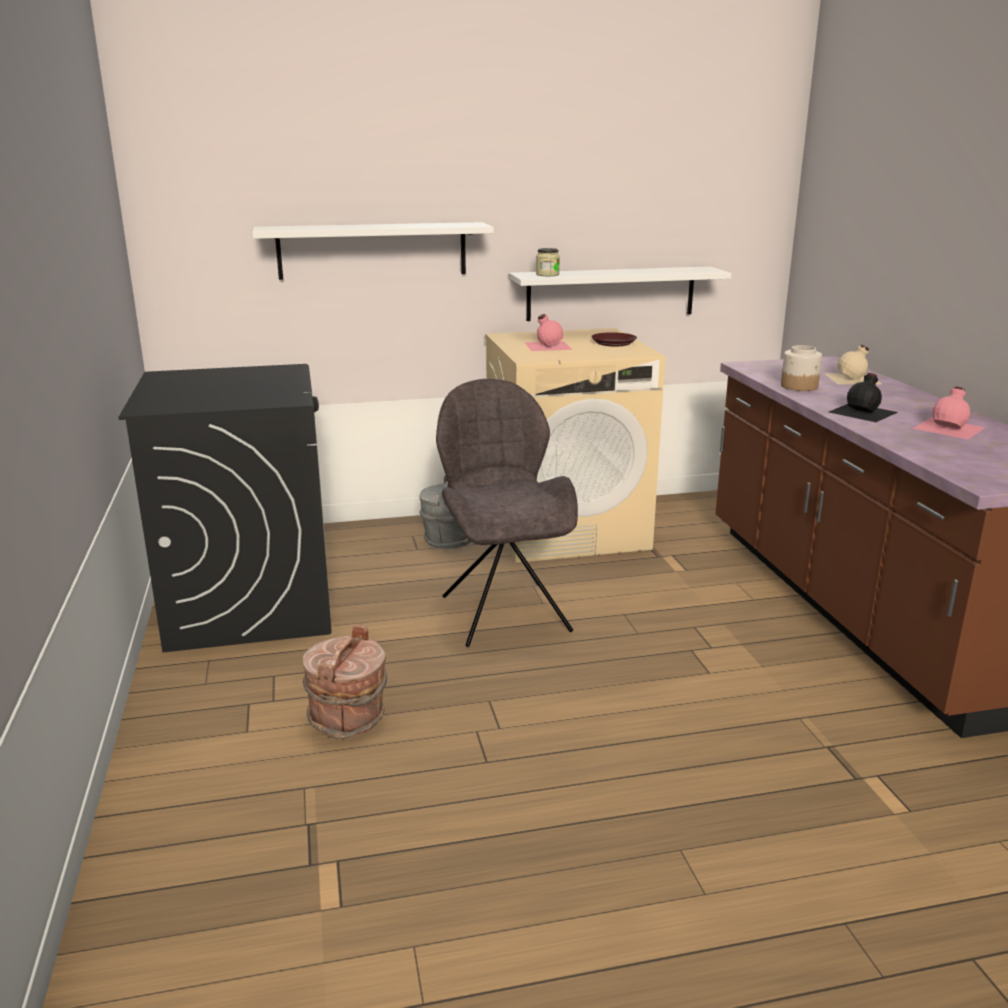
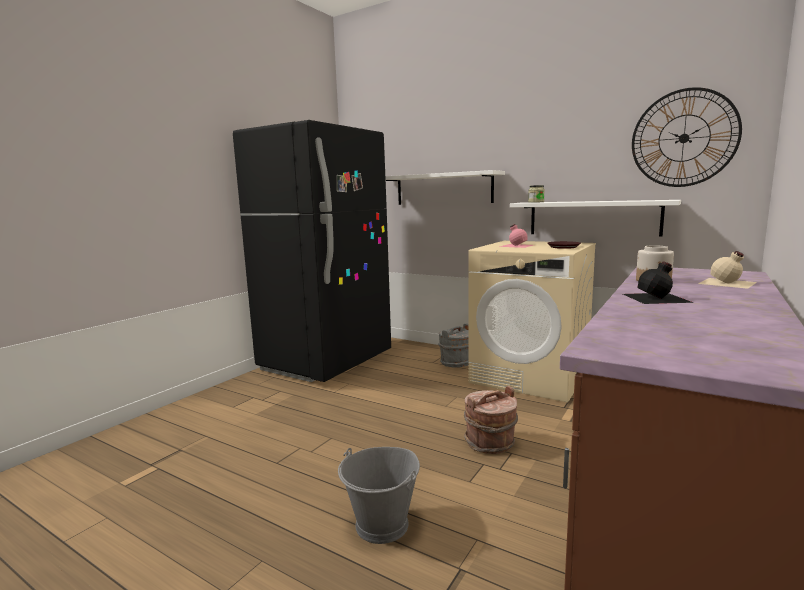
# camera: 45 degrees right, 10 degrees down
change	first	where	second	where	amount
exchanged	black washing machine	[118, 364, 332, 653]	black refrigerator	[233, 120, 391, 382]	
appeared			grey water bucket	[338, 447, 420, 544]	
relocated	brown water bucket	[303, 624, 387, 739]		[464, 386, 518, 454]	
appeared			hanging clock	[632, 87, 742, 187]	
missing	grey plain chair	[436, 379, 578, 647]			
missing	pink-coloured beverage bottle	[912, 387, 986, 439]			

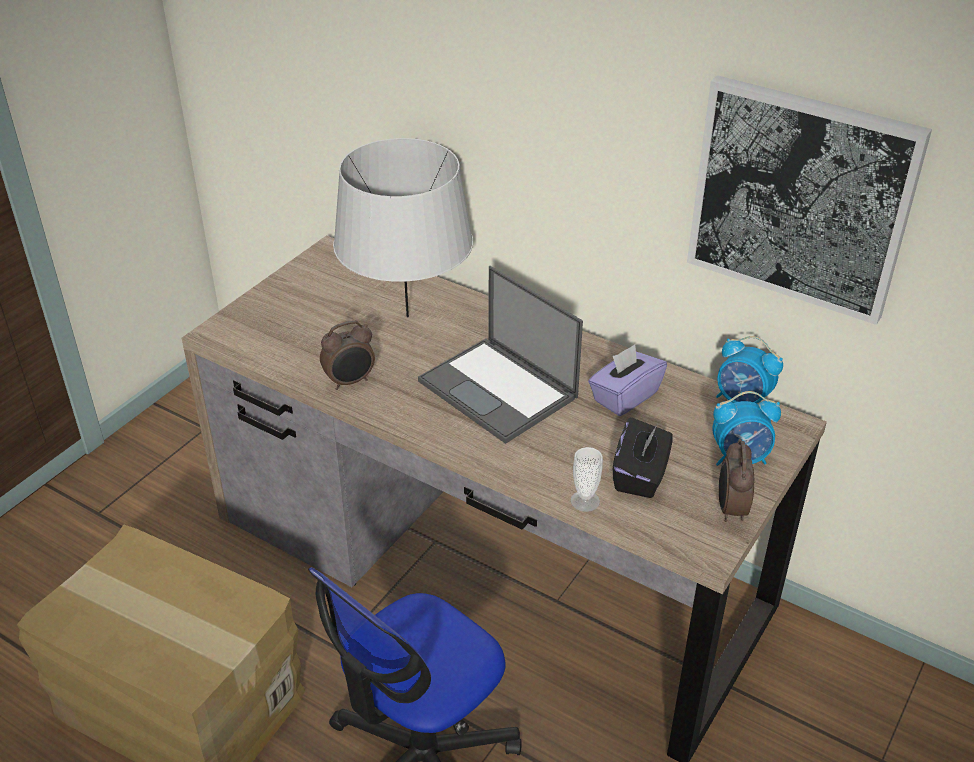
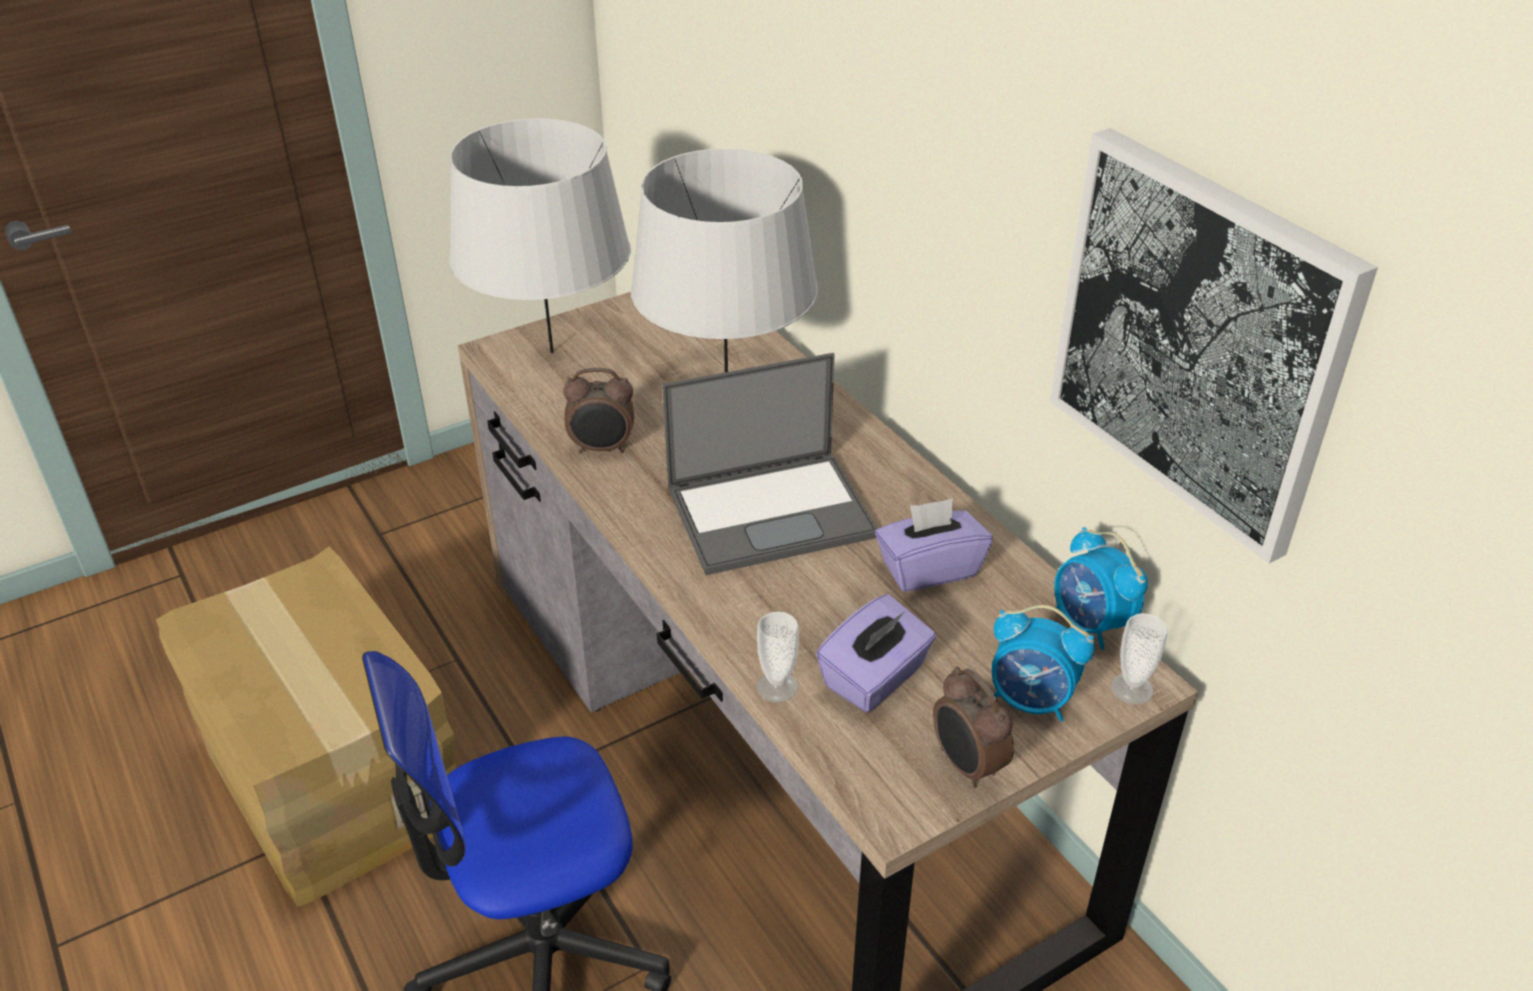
# camera: 25 degrees right, 0 degrees up
change	first	where	second	where	amount
appeared			grey table lamp	[449, 118, 630, 353]	
spun	laptop	[418, 266, 583, 444]		[662, 353, 877, 575]	90 degrees counterclockwise
colour	black tissue holder	[613, 417, 673, 498]	purple tissue holder	[816, 594, 936, 713]	
spun	table clock	[719, 439, 755, 522]		[933, 667, 1014, 788]	60 degrees counterclockwise
appeared			drinking cup	[1111, 613, 1168, 704]	

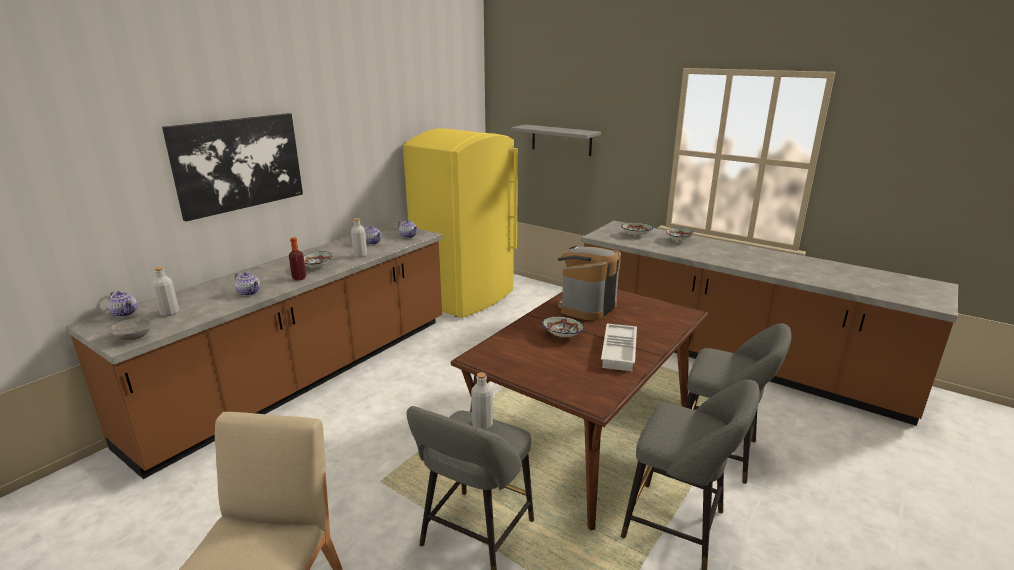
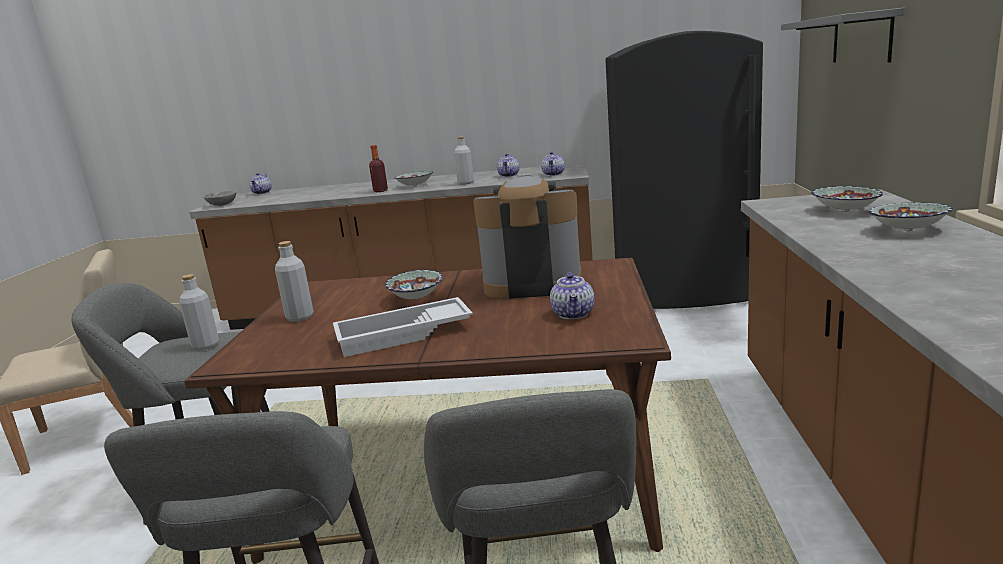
# camera: 60 degrees right, 5 degrees down
change	first	where	second	where	amount
relocated	grey beverage bottle	[152, 267, 179, 316]		[275, 241, 314, 322]	
relocated	tea pot	[235, 272, 260, 296]		[550, 272, 594, 319]	
colour	yellowish refrigerator	[403, 128, 518, 318]	black refrigerator	[605, 31, 763, 309]	
missing	wall picture	[162, 113, 303, 221]			

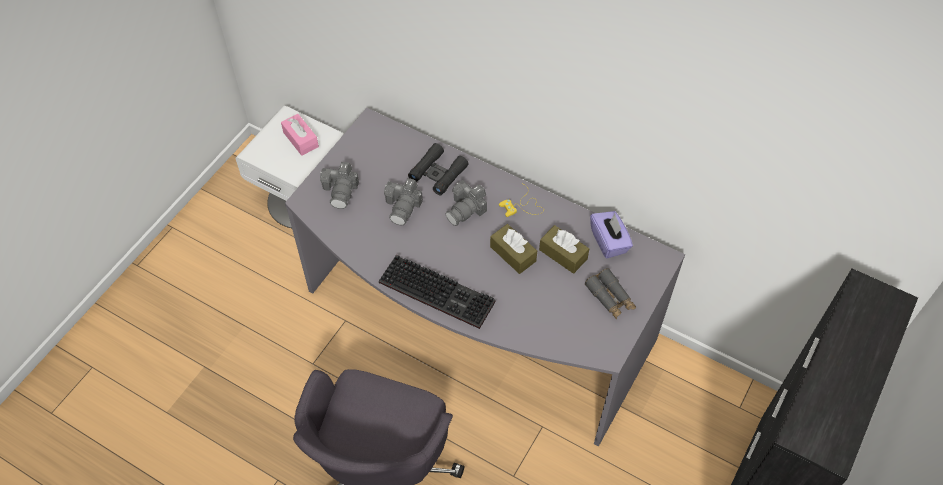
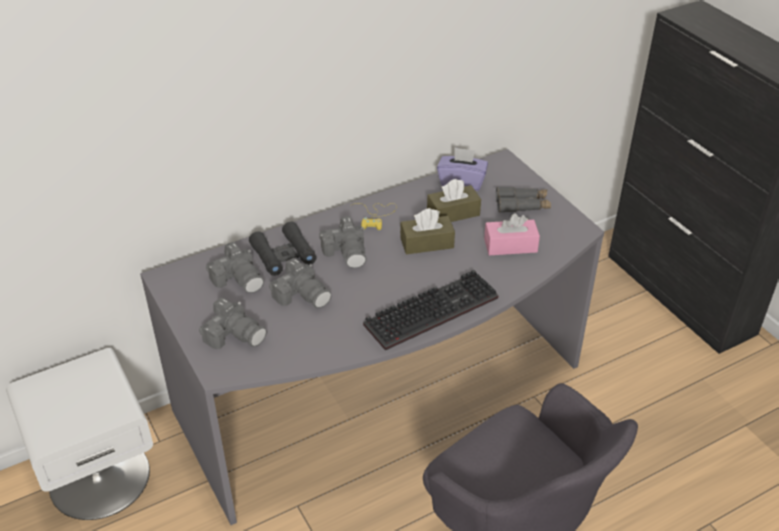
# camera: 60 degrees left, 15 degrees down
change	first	where	second	where	amount
appeared			photo camera	[206, 242, 264, 293]	
relocated	pink-coloured tissue holder	[281, 114, 319, 156]		[484, 213, 540, 256]	

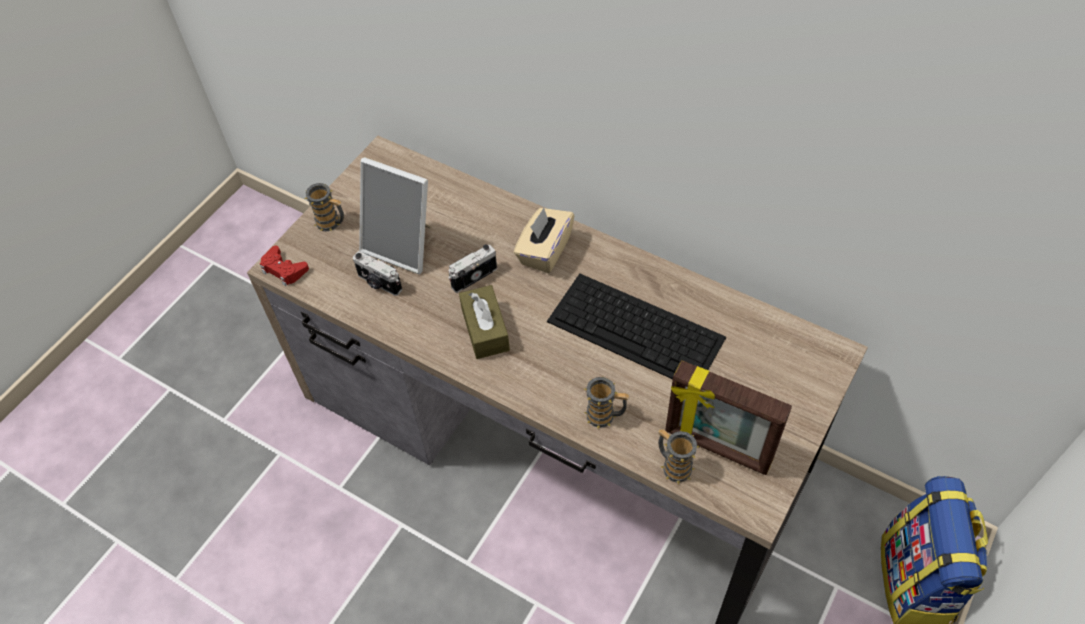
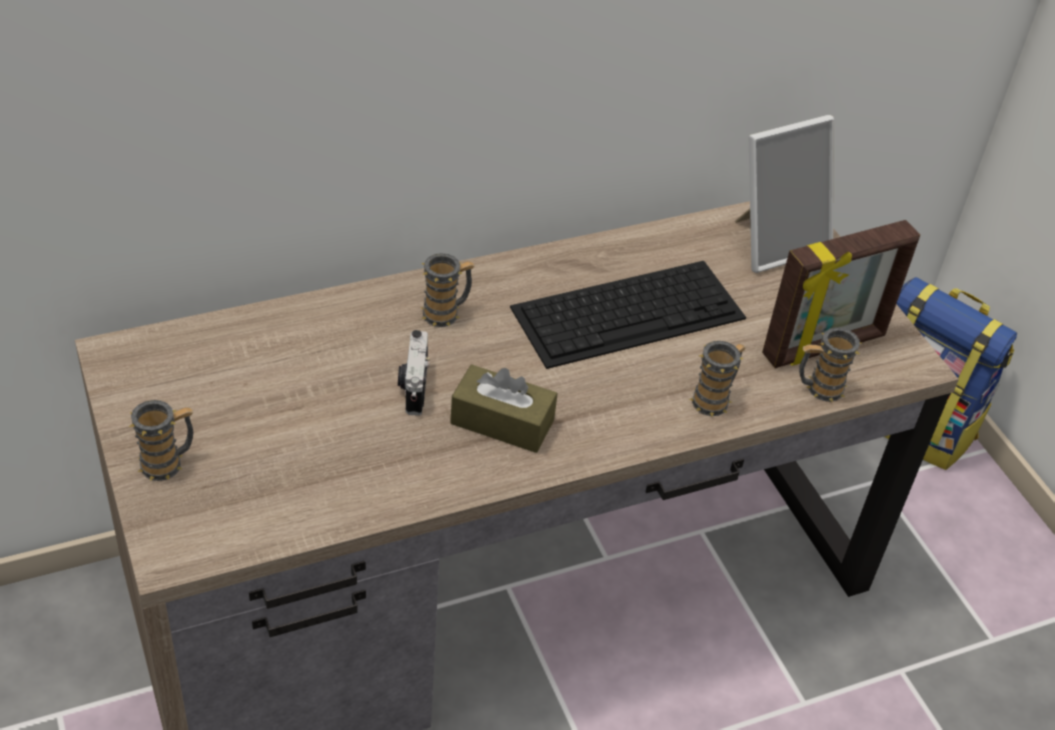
# camera: 60 degrees left, 10 degrees down
change	first	where	second	where	amount
exchanged	beige-coloured tissue holder	[514, 208, 575, 273]	mug	[421, 253, 475, 327]	
relocated	standing frame	[359, 157, 432, 274]		[735, 115, 834, 273]	
missing	red-coloured joypad	[260, 246, 309, 286]			
missing	photo camera	[353, 251, 402, 296]			

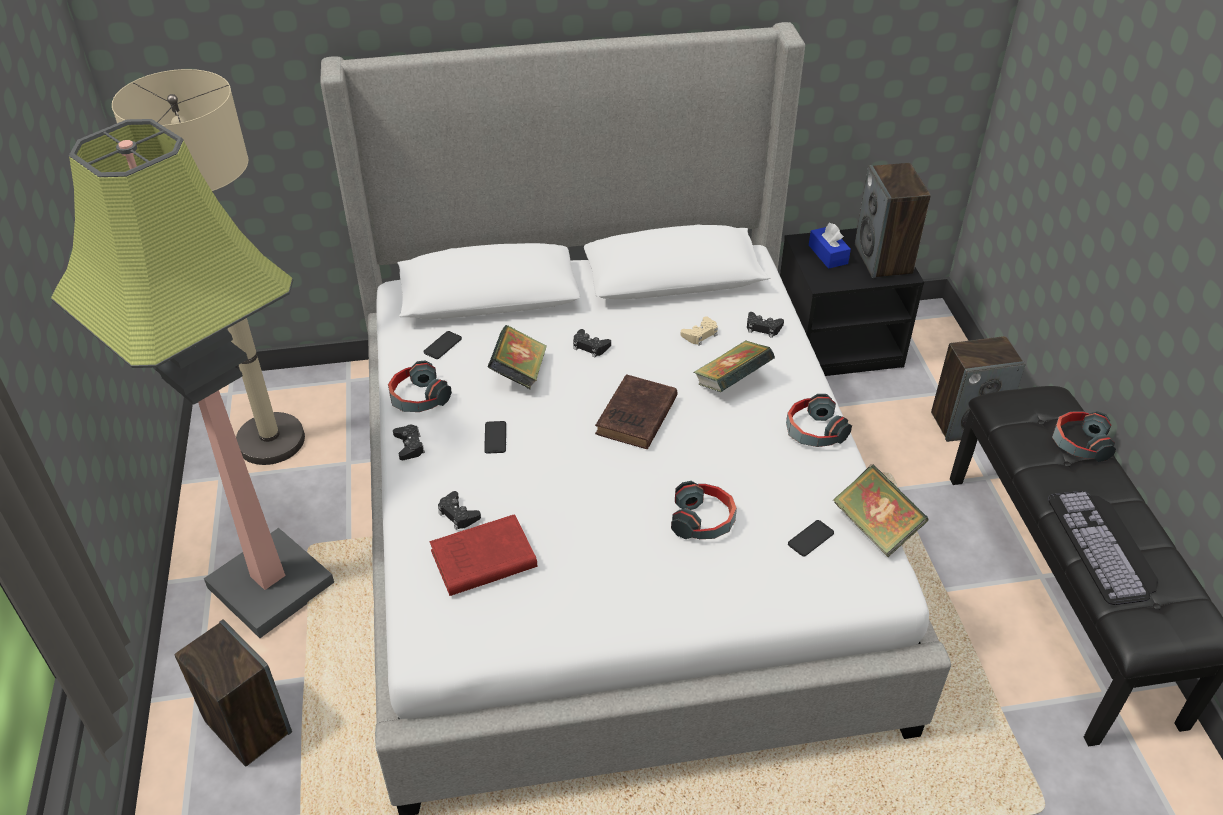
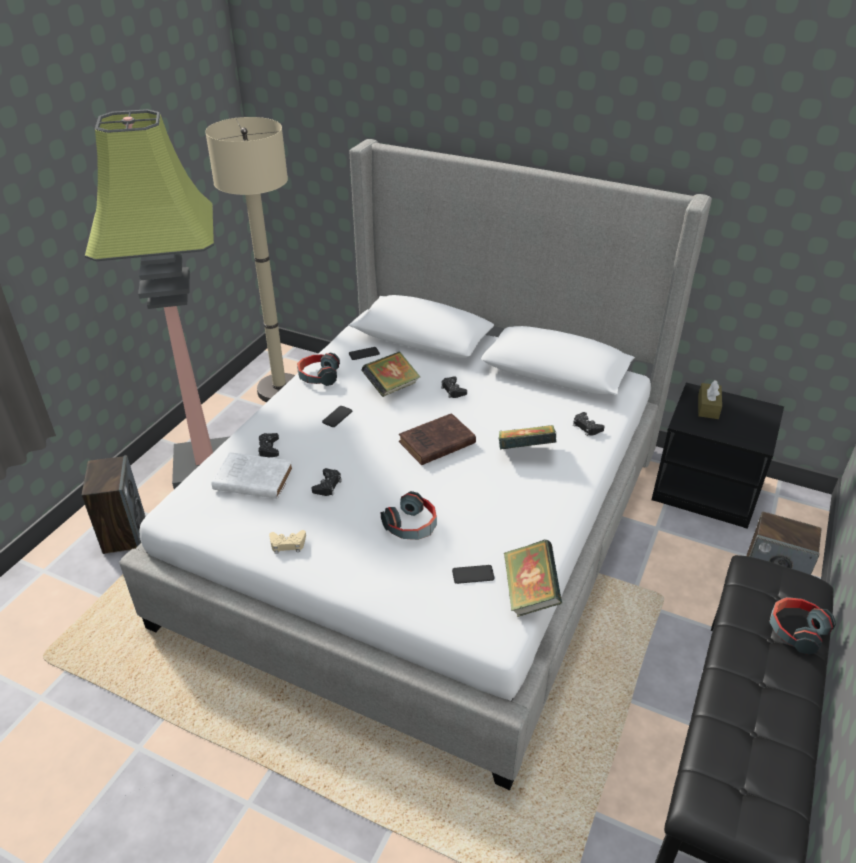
# camera: 35 degrees right, 5 degrees down
change	first	where	second	where	amount
colour	red-coloured book	[429, 514, 537, 596]	white book	[212, 452, 293, 499]	
relocated	beige-coloured joypad	[681, 316, 718, 346]		[269, 530, 306, 554]	
relocated	black joypad	[393, 425, 425, 460]		[312, 468, 342, 496]	
colour	bluish tissue holder	[809, 223, 851, 269]	brown tissue holder	[698, 380, 722, 419]	
missing	headset	[786, 394, 852, 447]			
missing	audio speaker	[855, 163, 931, 278]			
missing	PC keyboard	[1048, 491, 1158, 605]			

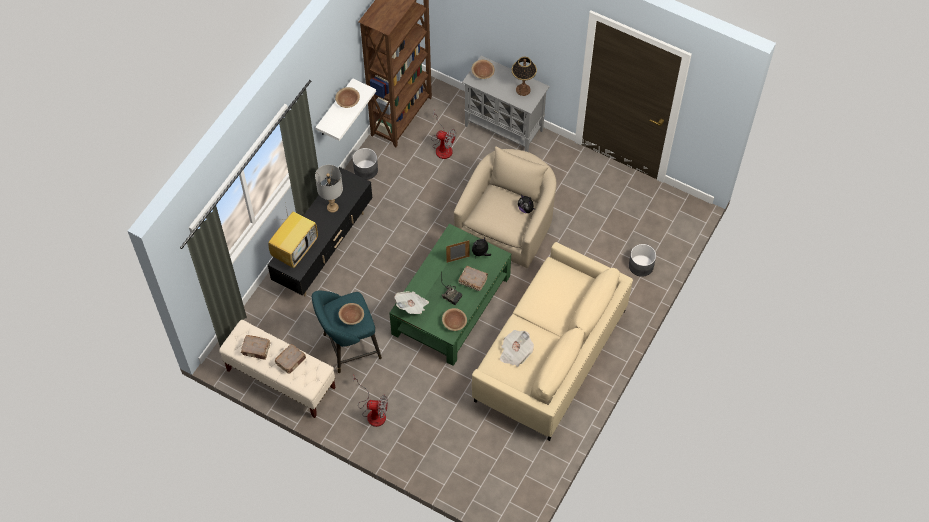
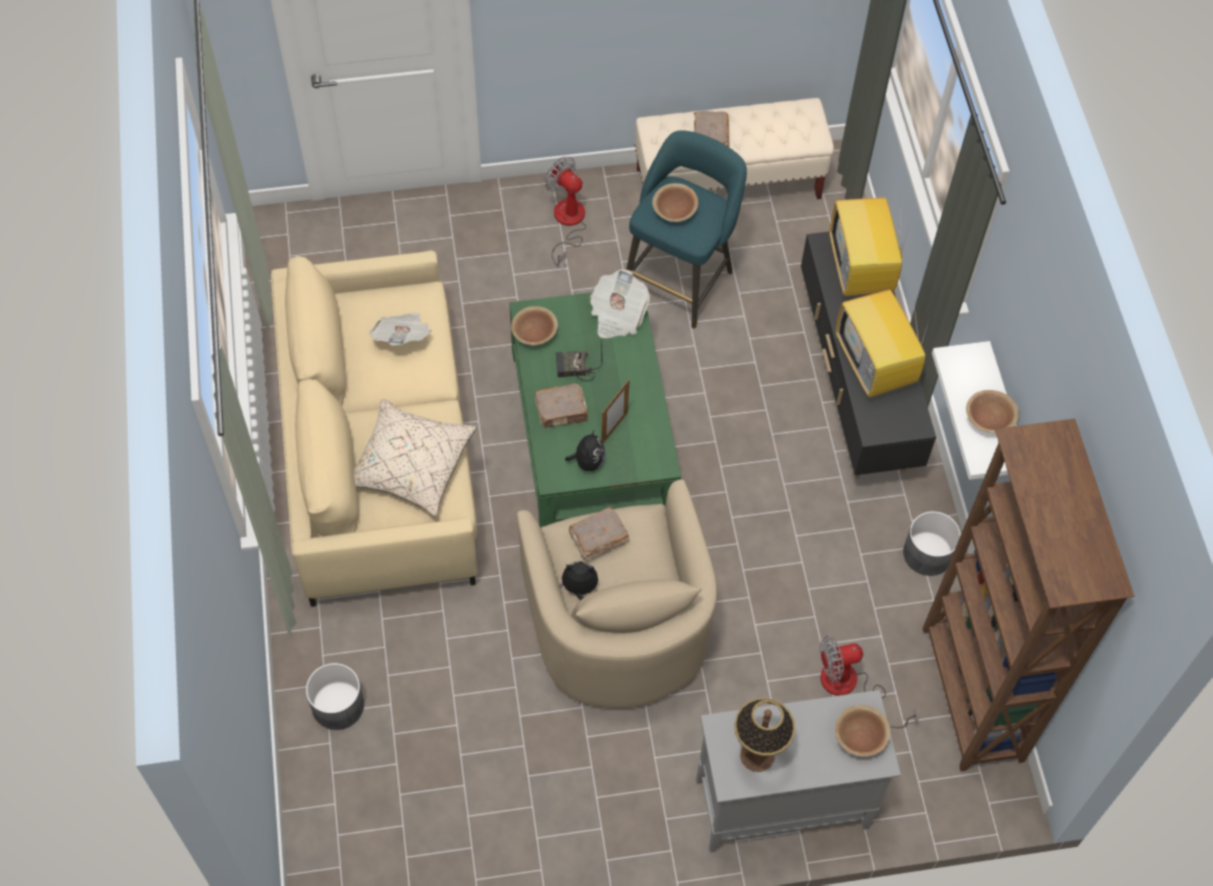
# camera: 140 degrees right, 0 degrees up
change	first	where	second	where	amount
appeared			beige-coloured pillow	[354, 399, 477, 516]	
spun	cooling fan	[353, 376, 388, 427]		[545, 156, 587, 266]	75 degrees clockwise
relocated	brown book	[241, 335, 270, 360]		[569, 506, 629, 561]	
exchanged	grey table lamp	[315, 165, 343, 213]	television	[836, 289, 930, 398]	

